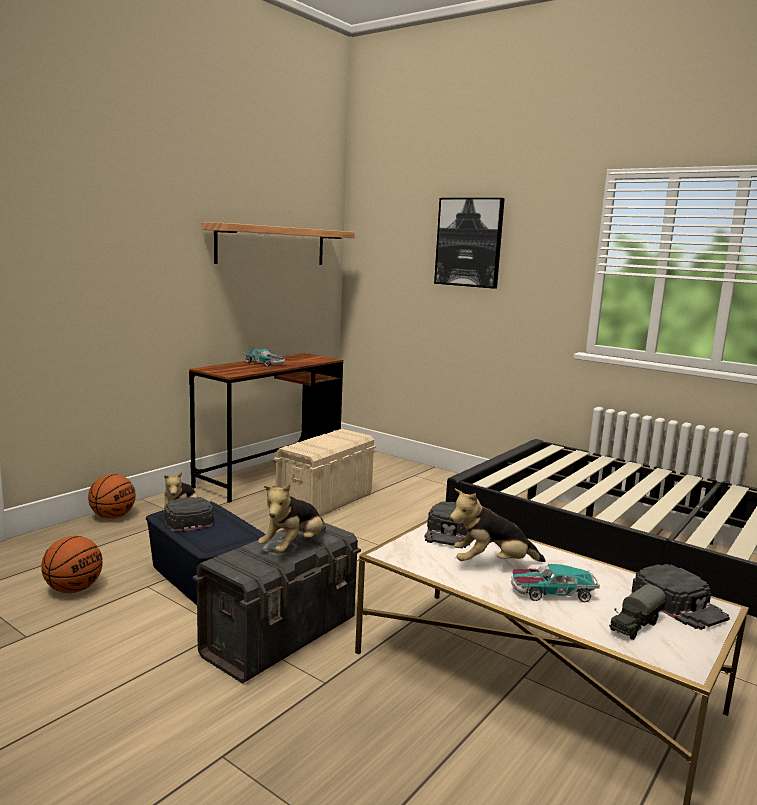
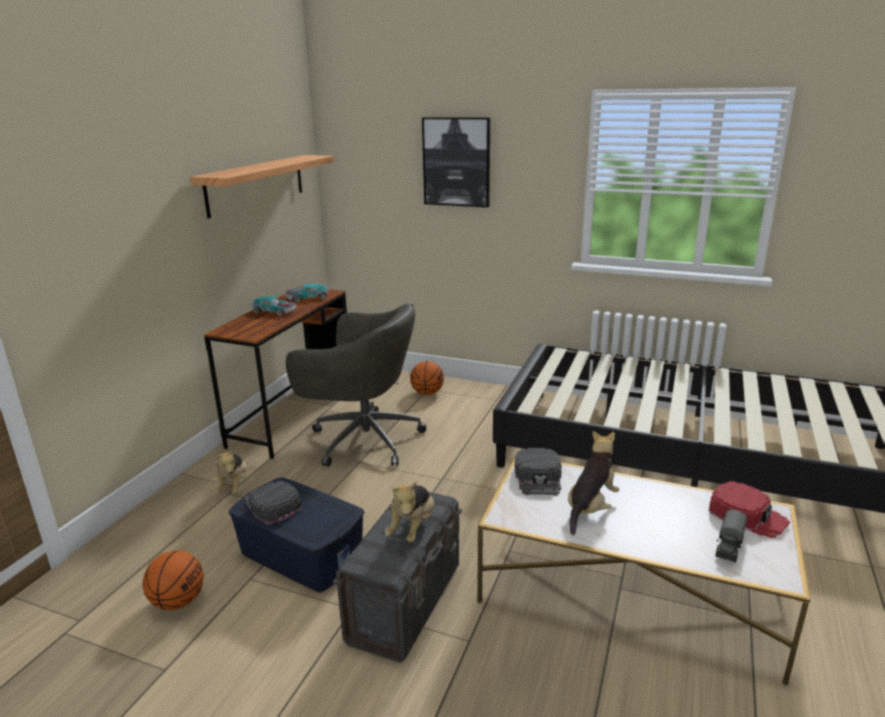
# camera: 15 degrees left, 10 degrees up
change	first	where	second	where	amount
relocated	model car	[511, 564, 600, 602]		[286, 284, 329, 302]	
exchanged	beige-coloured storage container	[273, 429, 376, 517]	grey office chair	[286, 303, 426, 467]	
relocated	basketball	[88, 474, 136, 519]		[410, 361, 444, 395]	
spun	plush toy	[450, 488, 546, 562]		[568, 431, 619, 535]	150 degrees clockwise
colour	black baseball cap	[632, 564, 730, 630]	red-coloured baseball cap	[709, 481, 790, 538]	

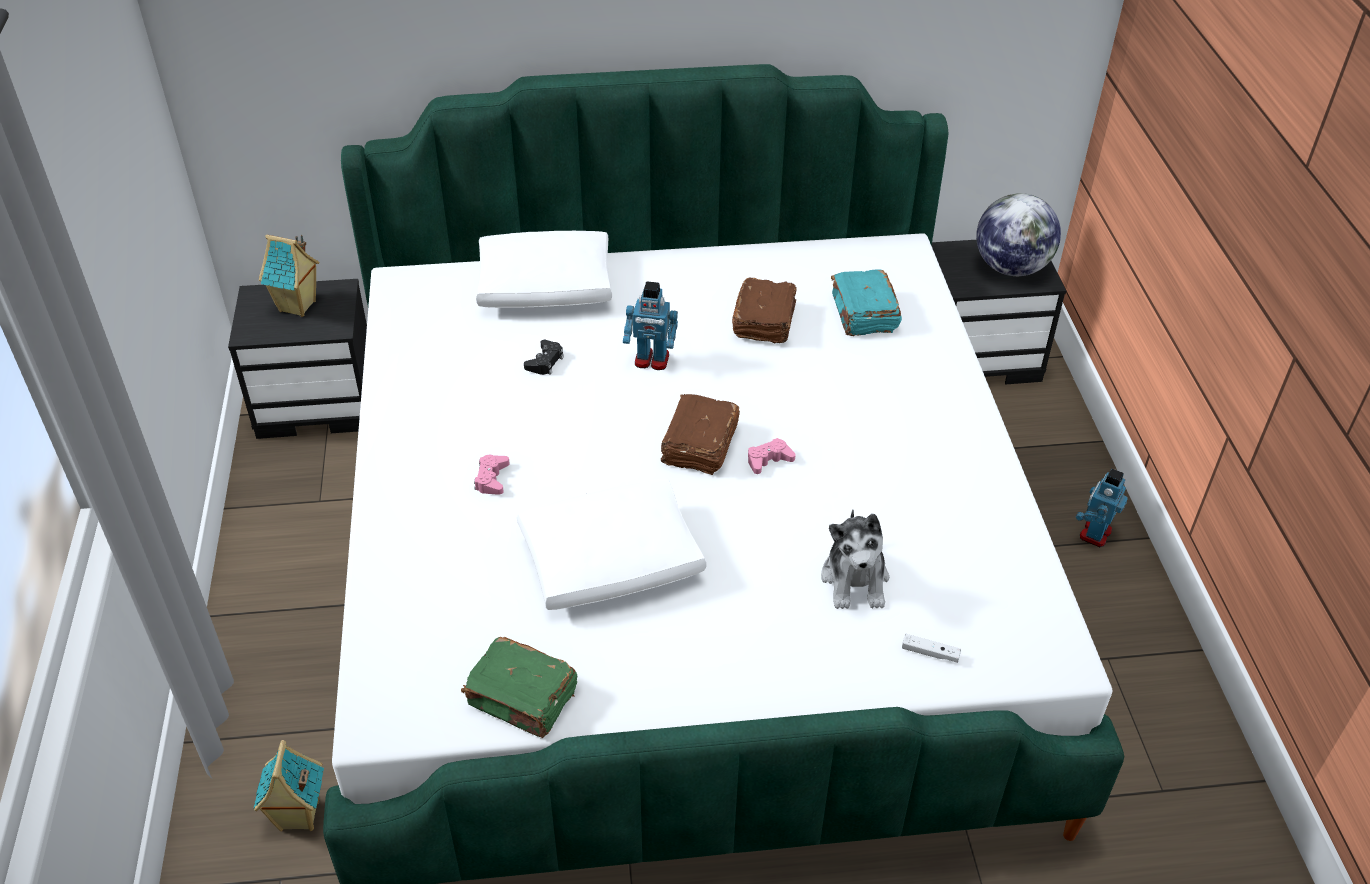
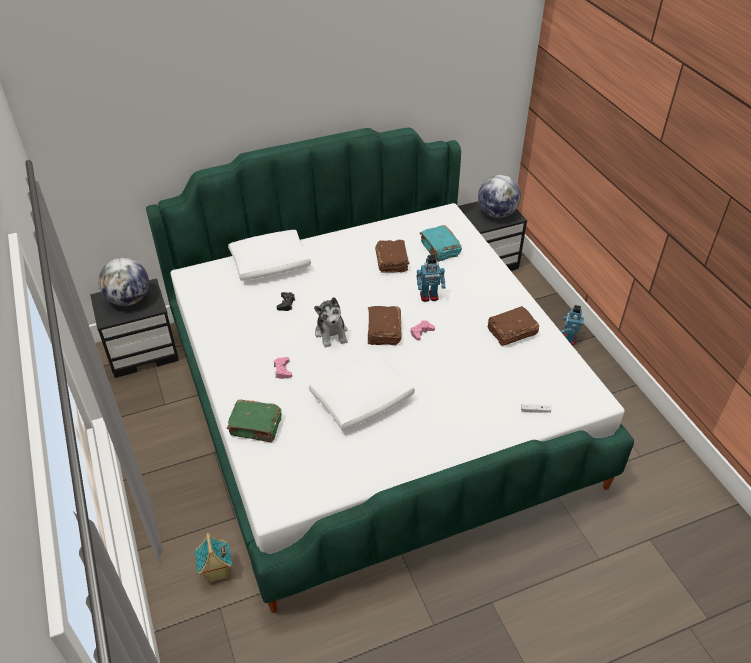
# camera: 15 degrees left, 0 degrees up
change	first	where	second	where	amount
exchanged	miniature house	[259, 234, 320, 317]	globe	[98, 257, 149, 306]	
relocated	green-coloured book	[461, 637, 577, 738]		[227, 400, 282, 443]	
relocated	plush toy	[821, 510, 889, 609]		[314, 297, 348, 348]	
relocated	robot figure	[623, 281, 678, 370]		[417, 255, 446, 302]	
appeared			brown book	[487, 306, 540, 346]	

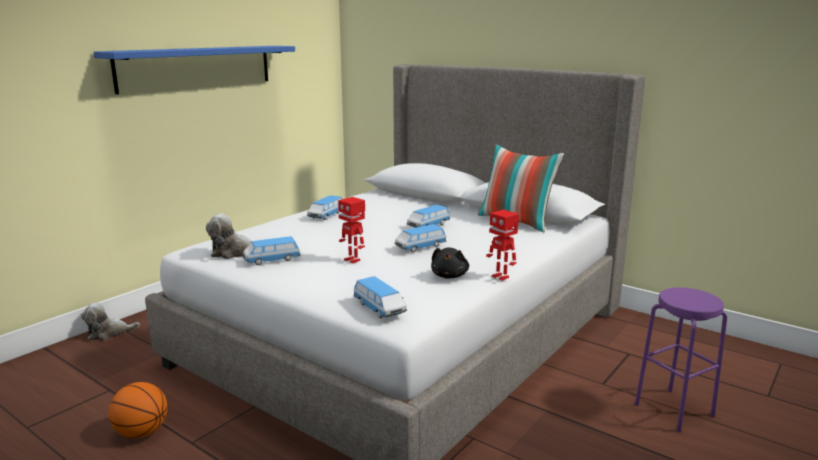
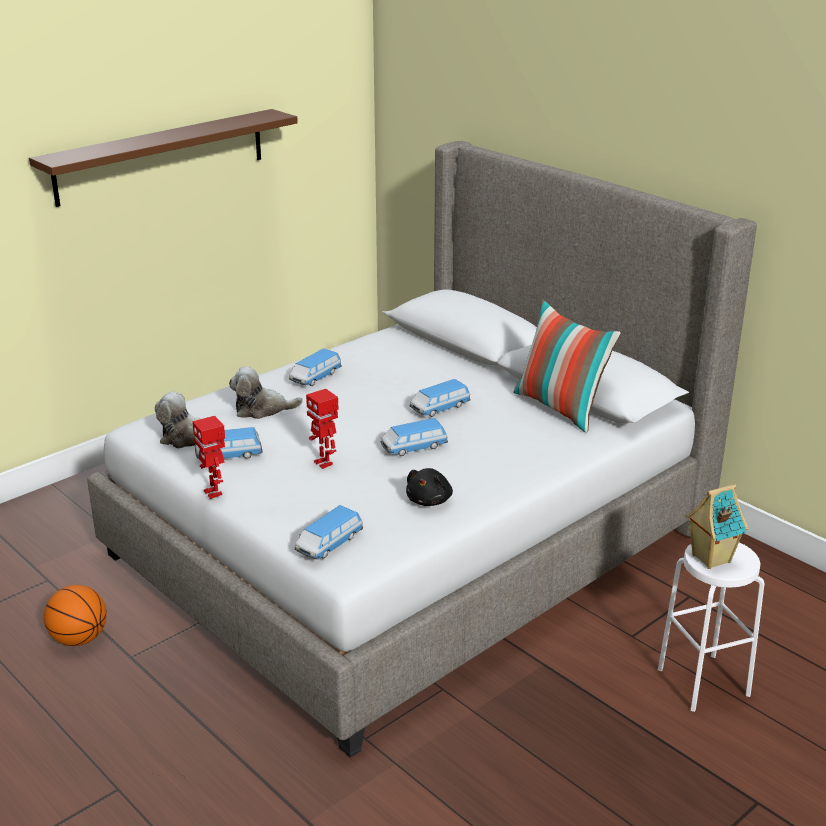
# camera: 10 degrees right, 10 degrees up
change	first	where	second	where	amount
colour	bluish shelf	[93, 46, 295, 94]	brown shelf	[29, 109, 298, 207]	
relocated	robot figure	[486, 209, 519, 281]		[192, 416, 225, 499]	
relocated	plush toy	[81, 303, 140, 340]		[229, 366, 303, 419]	
spun	model car	[354, 276, 407, 318]		[295, 505, 363, 560]	60 degrees clockwise
colour	purple stool	[635, 287, 727, 433]	white stool	[658, 542, 764, 712]	
appeared			miniature house	[686, 484, 749, 569]	

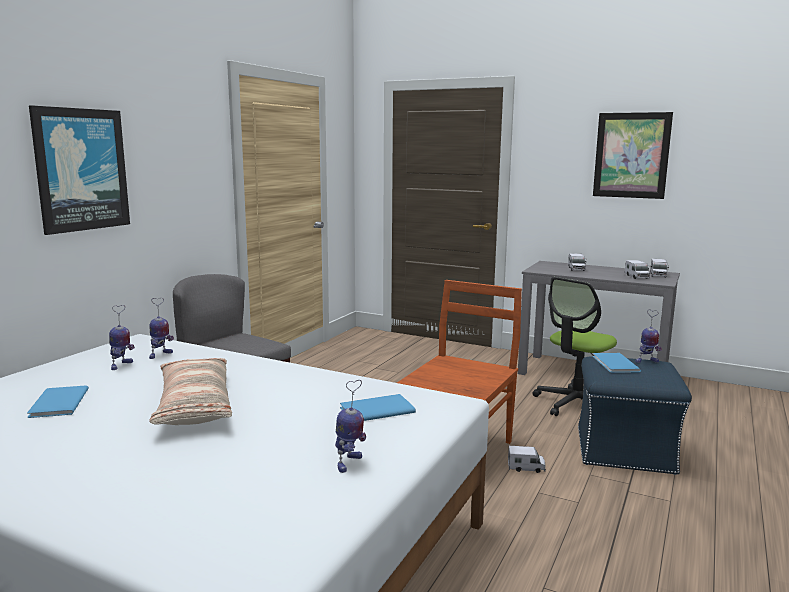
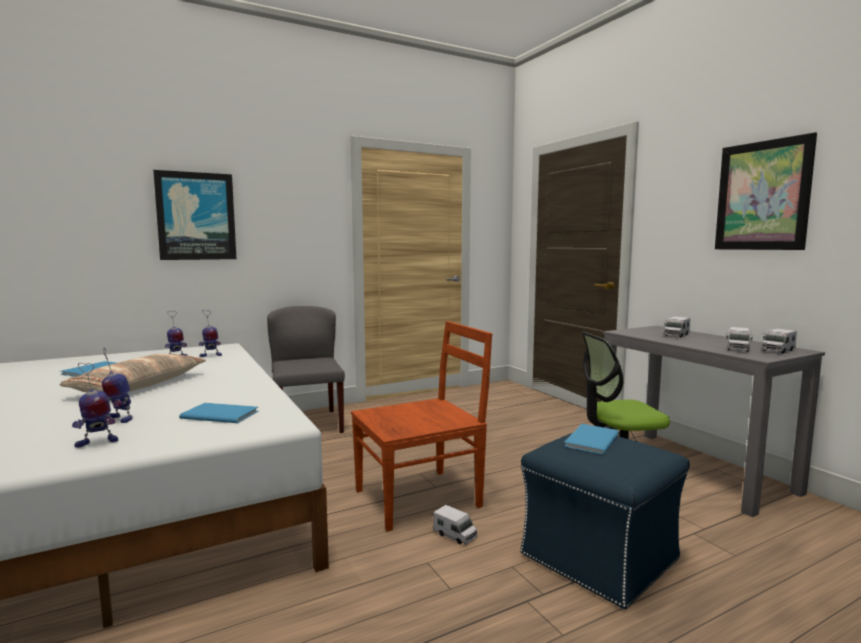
# camera: 35 degrees right, 5 degrees down
change	first	where	second	where	amount
relocated	robot figure	[635, 310, 662, 363]		[102, 347, 132, 423]	

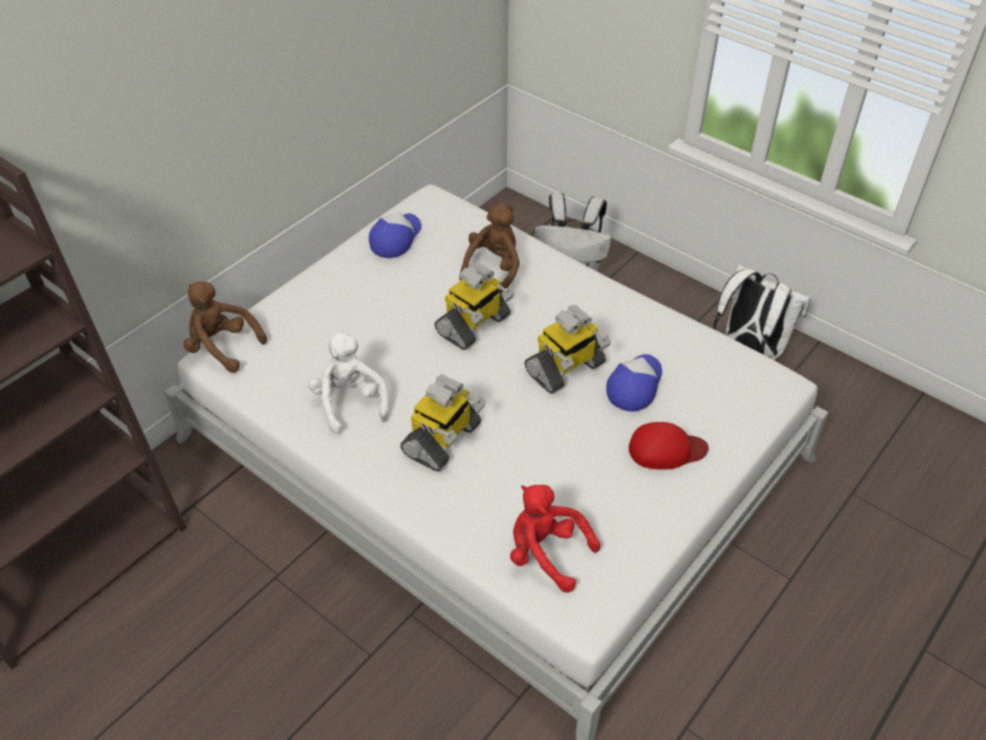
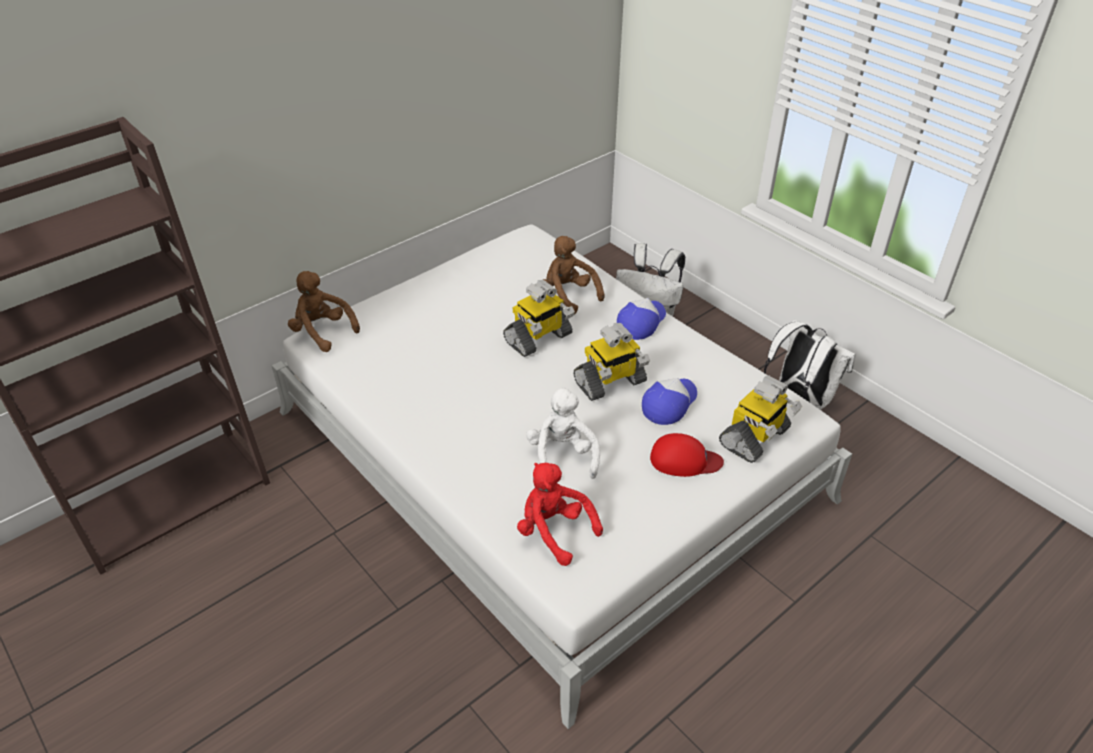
# camera: 10 degrees right, 5 degrees down
change	first	where	second	where	amount
relocated	white plush toy	[308, 330, 389, 434]		[526, 387, 600, 479]	
spun	brown plush toy	[459, 203, 520, 295]		[543, 236, 605, 315]	75 degrees counterclockwise
relocated	baseball cap	[369, 212, 422, 258]		[617, 298, 666, 340]	
relocated	robot figure	[400, 374, 486, 472]		[719, 375, 802, 463]	

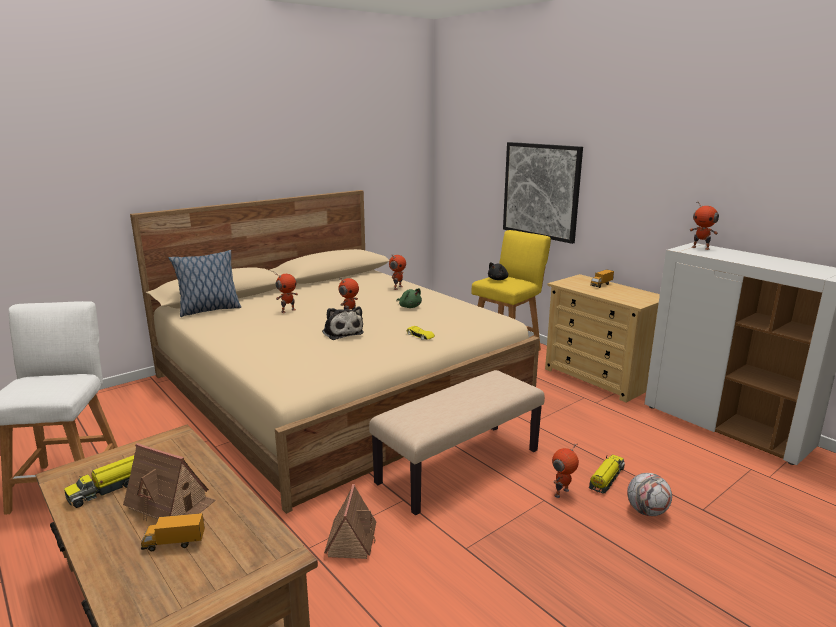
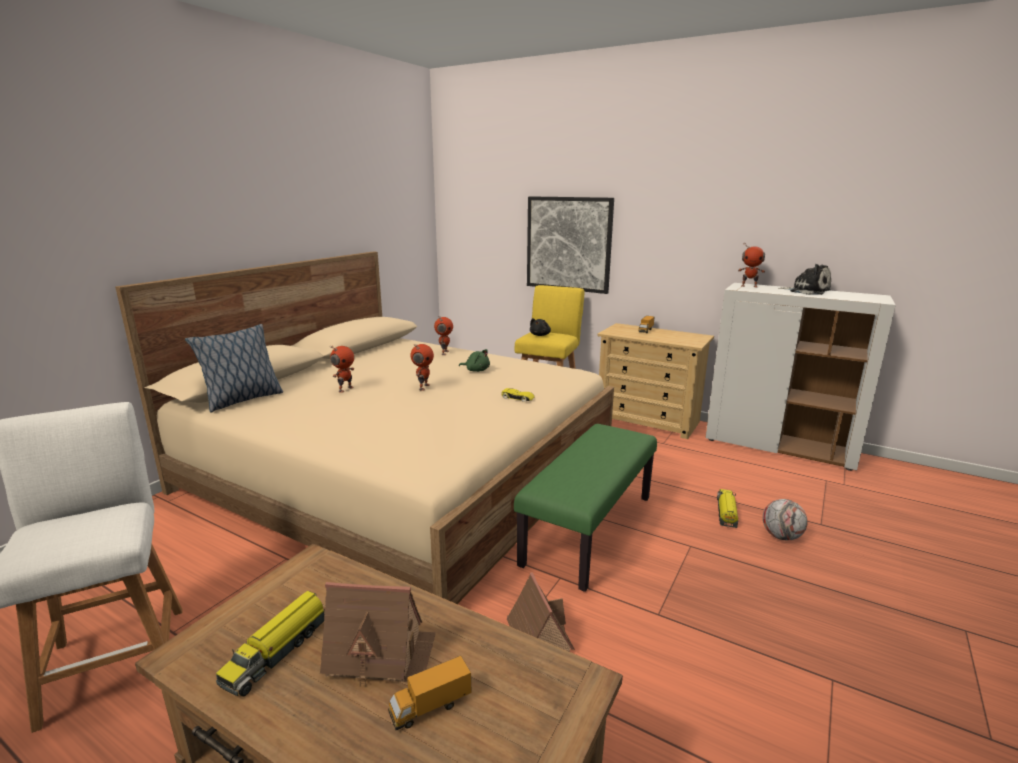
# camera: 20 degrees left, 0 degrees up
change	first	where	second	where	amount
colour	beige-coloured long seat	[369, 370, 545, 515]	green-coloured long seat	[514, 424, 657, 592]	
relocated	plush toy	[322, 306, 364, 340]		[778, 264, 831, 295]	
missing	robot figure	[552, 444, 579, 498]			

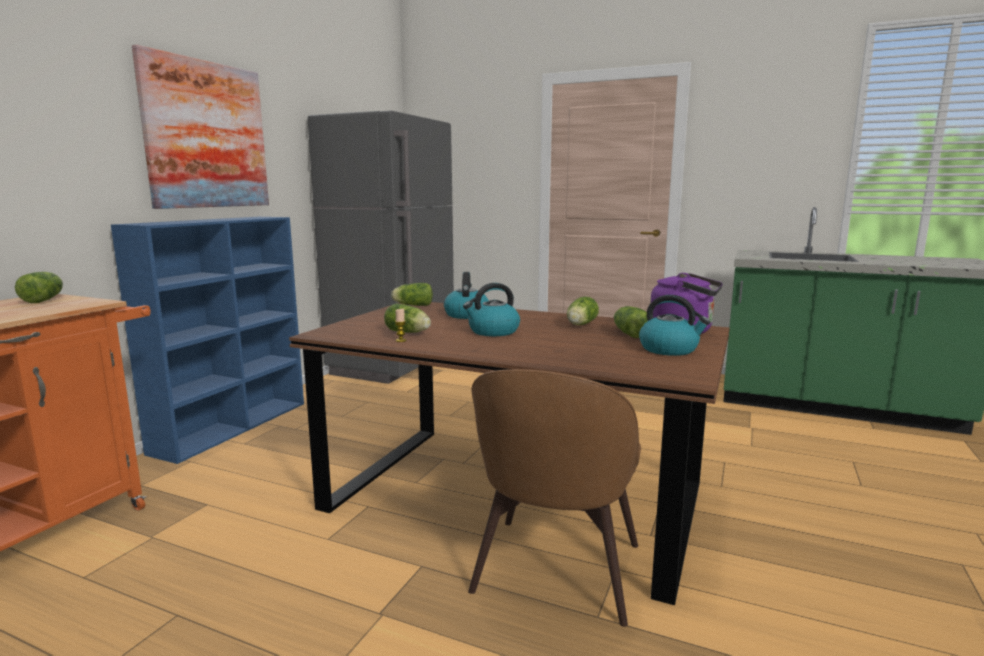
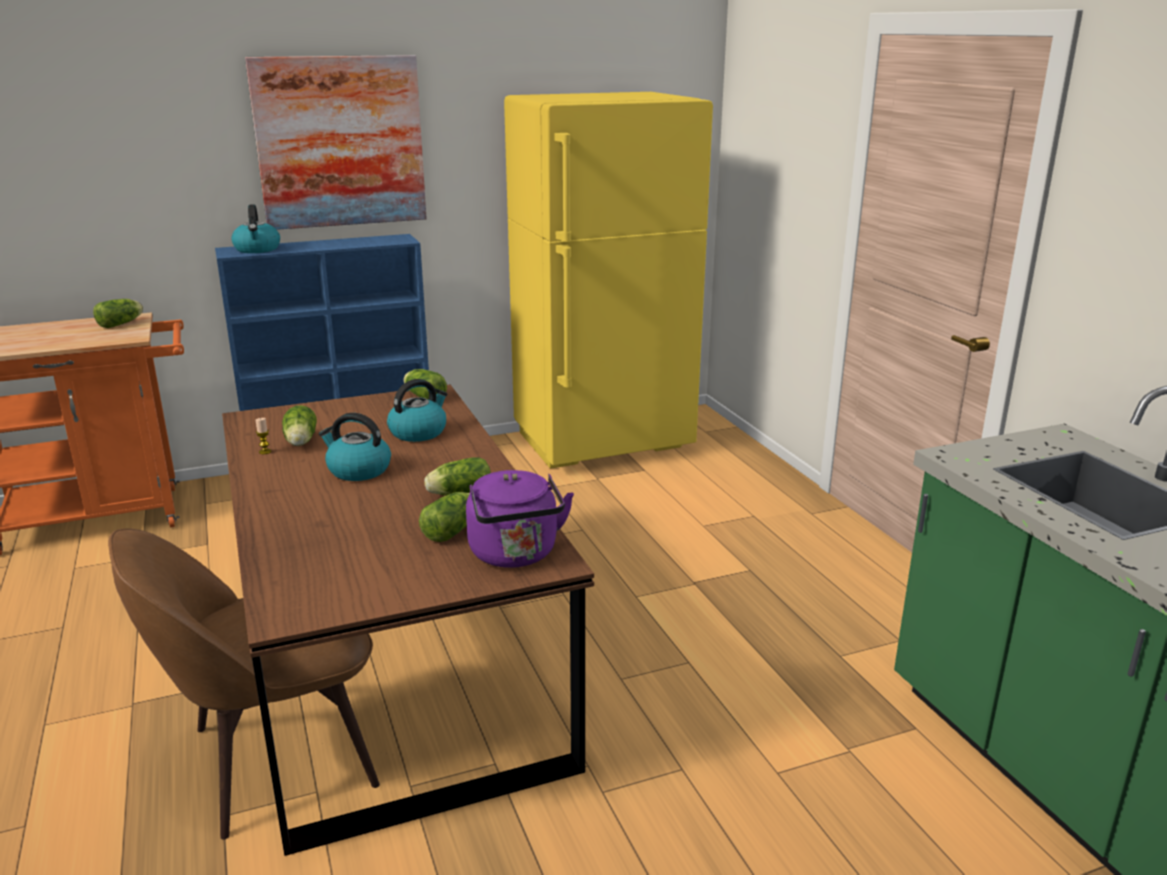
# camera: 45 degrees right, 10 degrees up
change	first	where	second	where	amount
relocated	kettle	[639, 295, 710, 356]		[231, 204, 280, 253]	
colour	grey refrigerator	[308, 111, 454, 384]	yellowish refrigerator	[504, 92, 713, 468]	

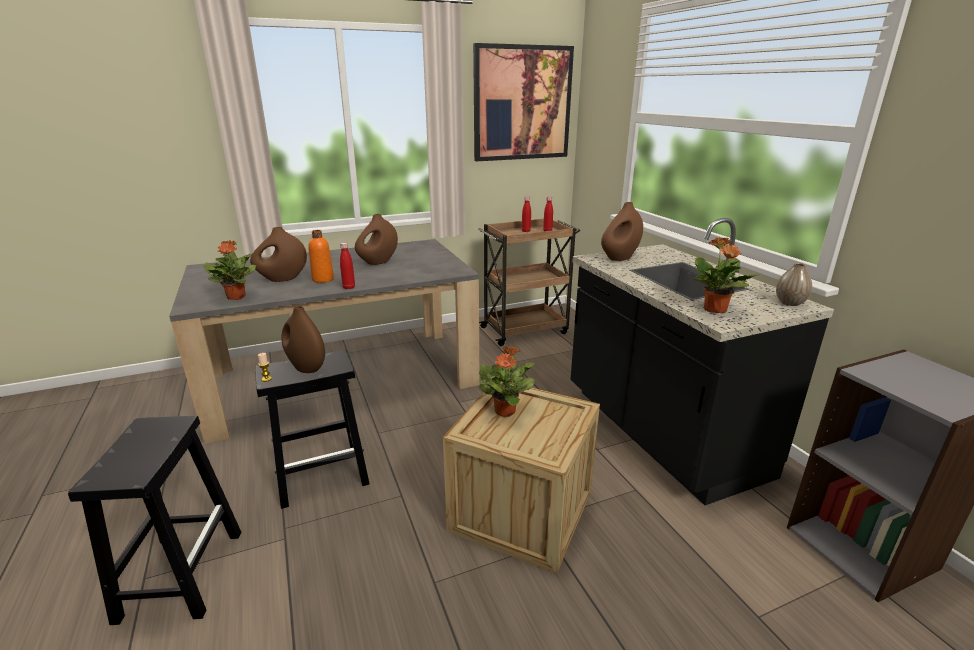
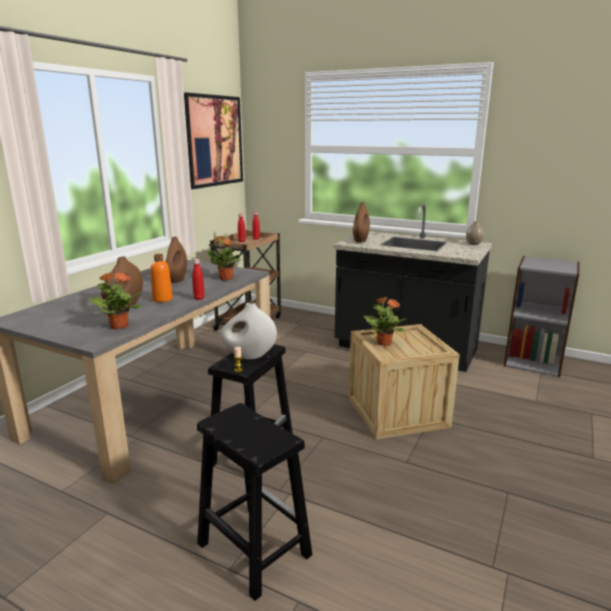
# camera: 40 degrees left, 5 degrees down
change	first	where	second	where	amount
relocated	plant in a pot	[694, 237, 759, 313]		[207, 236, 244, 280]	
colour	brown decorative vase	[282, 306, 325, 373]	white decorative vase	[220, 303, 277, 359]	

